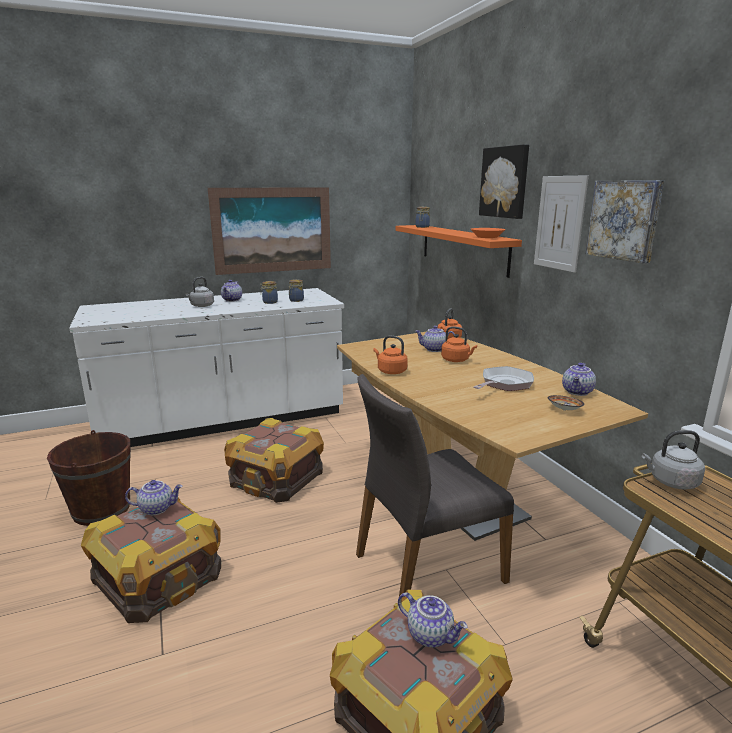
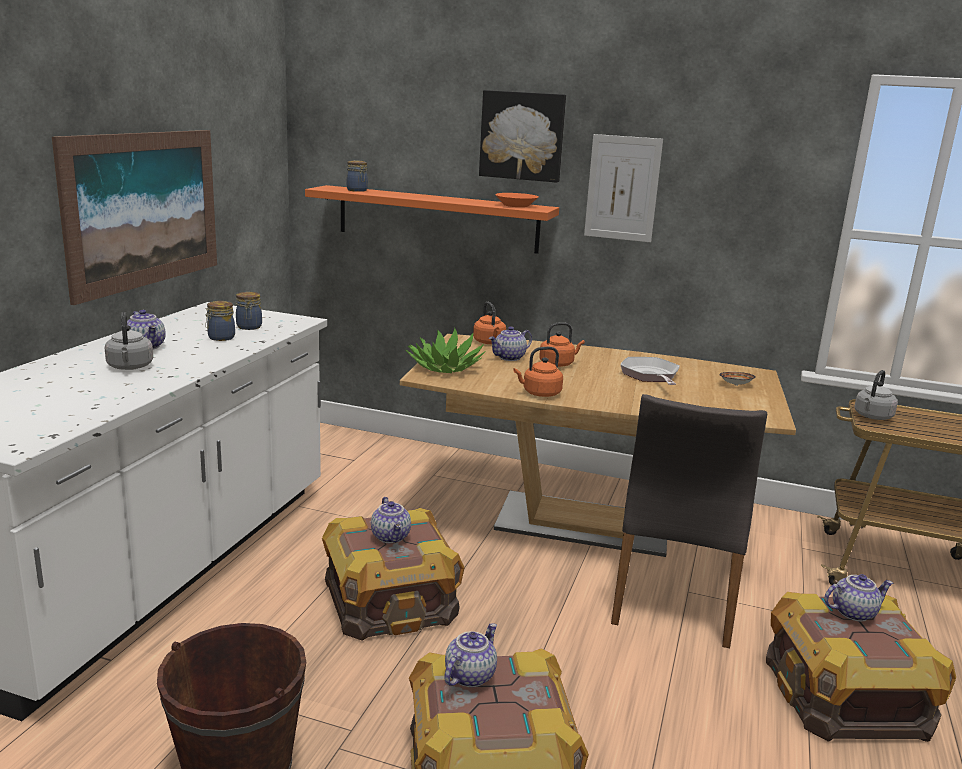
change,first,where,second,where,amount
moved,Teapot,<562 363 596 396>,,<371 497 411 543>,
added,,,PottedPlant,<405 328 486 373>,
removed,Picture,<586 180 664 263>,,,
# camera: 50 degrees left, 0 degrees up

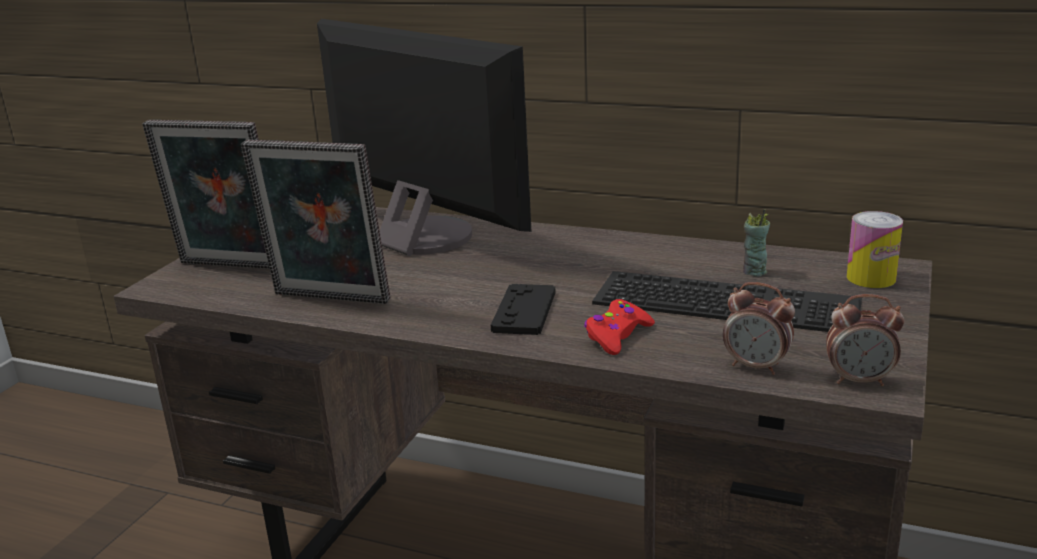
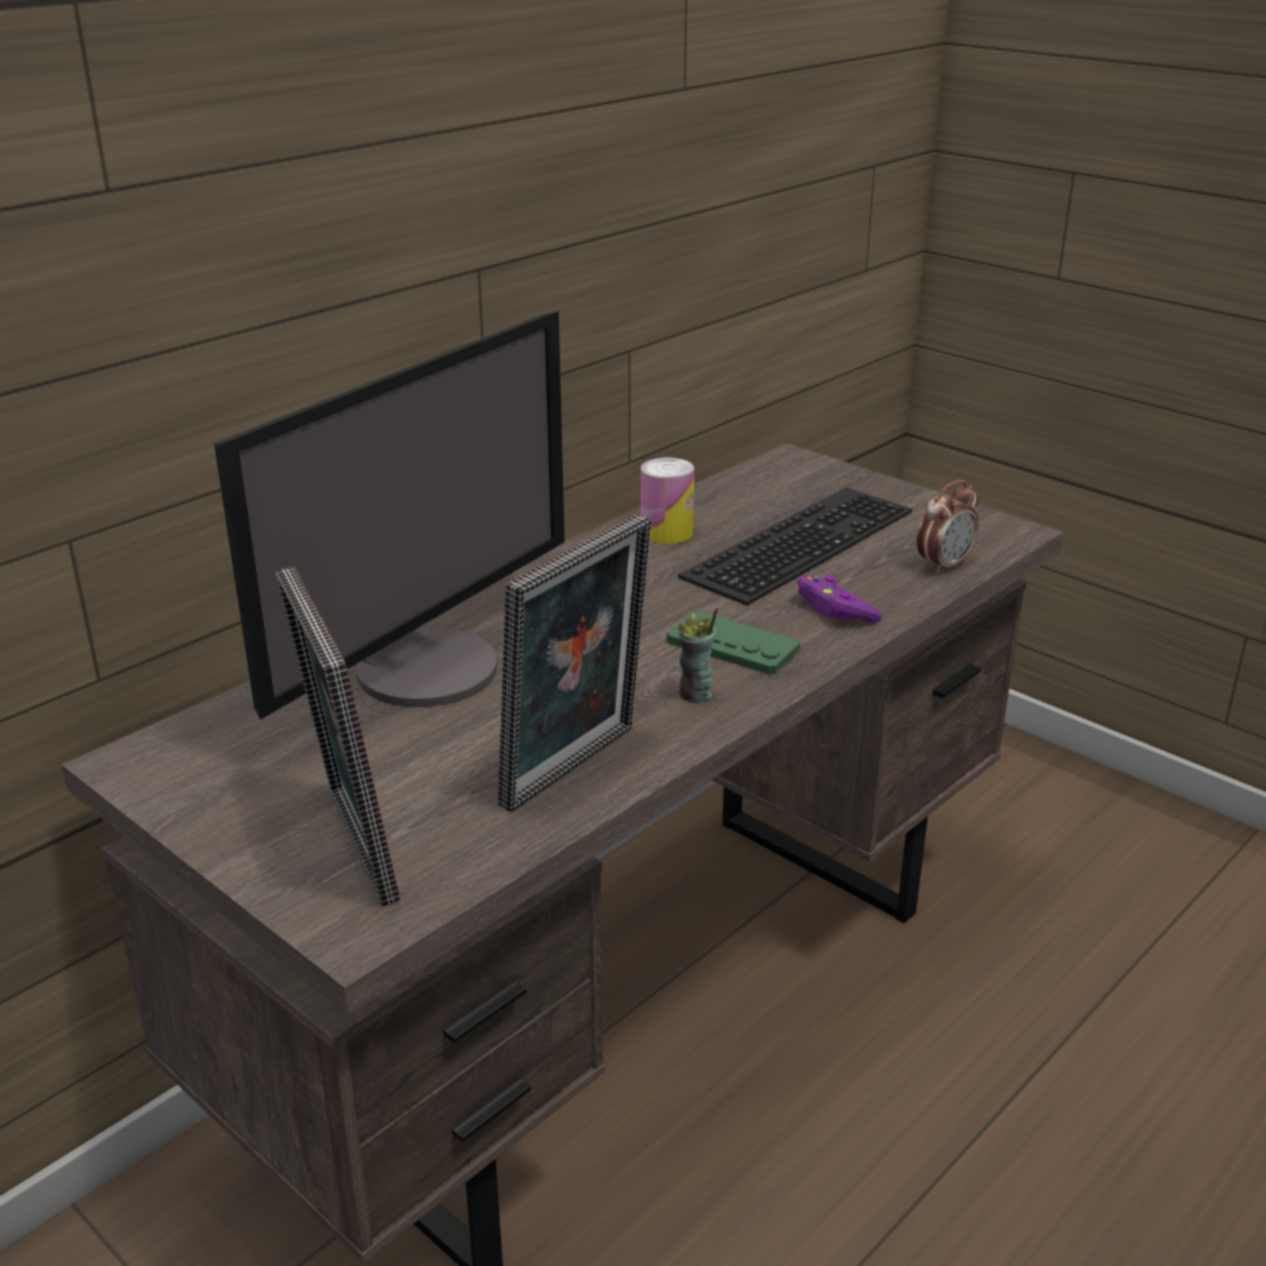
change,first,where,second,where,amount
turned,Monitor,<317 19 532 256>,,<214 311 565 720>,150 degrees clockwise
turned,PictureFrame,<142 120 270 269>,,<276 566 400 906>,120 degrees clockwise
moved,Can,<847 211 903 288>,,<641 458 694 544>,
recoloured,BlackGameController,<491 284 556 335>,GreenGameController,<667 611 801 675>,
moved,Cup,<743 209 770 276>,,<679 607 718 703>,
recoloured,RedGameController,<584 299 655 355>,PurpleGameController,<797 575 882 623>,
removed,AlarmClock,<826 294 904 386>,,,
# camera: 70 degrees left, 5 degrees up

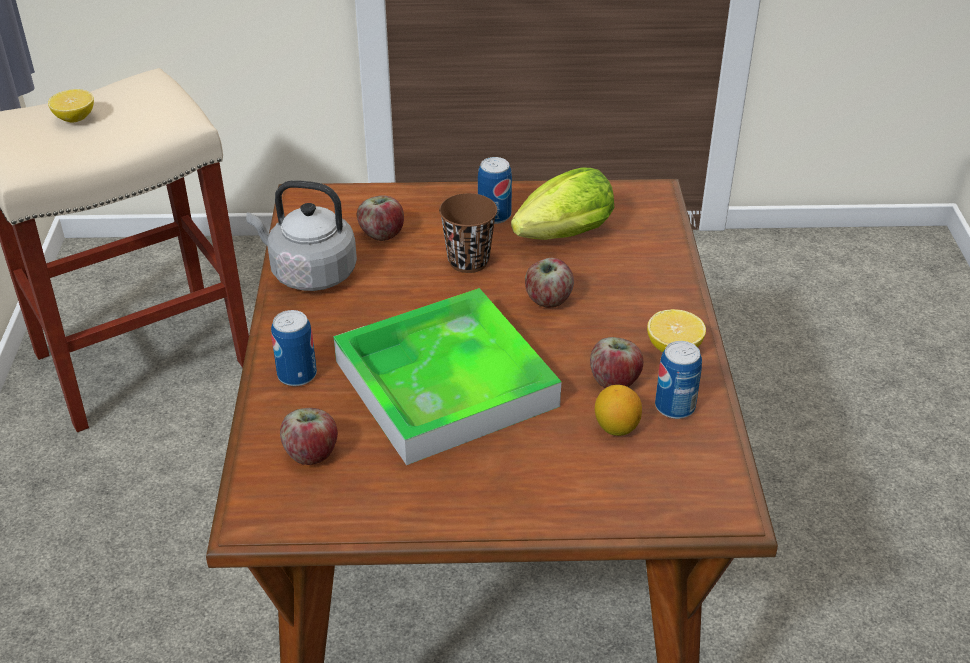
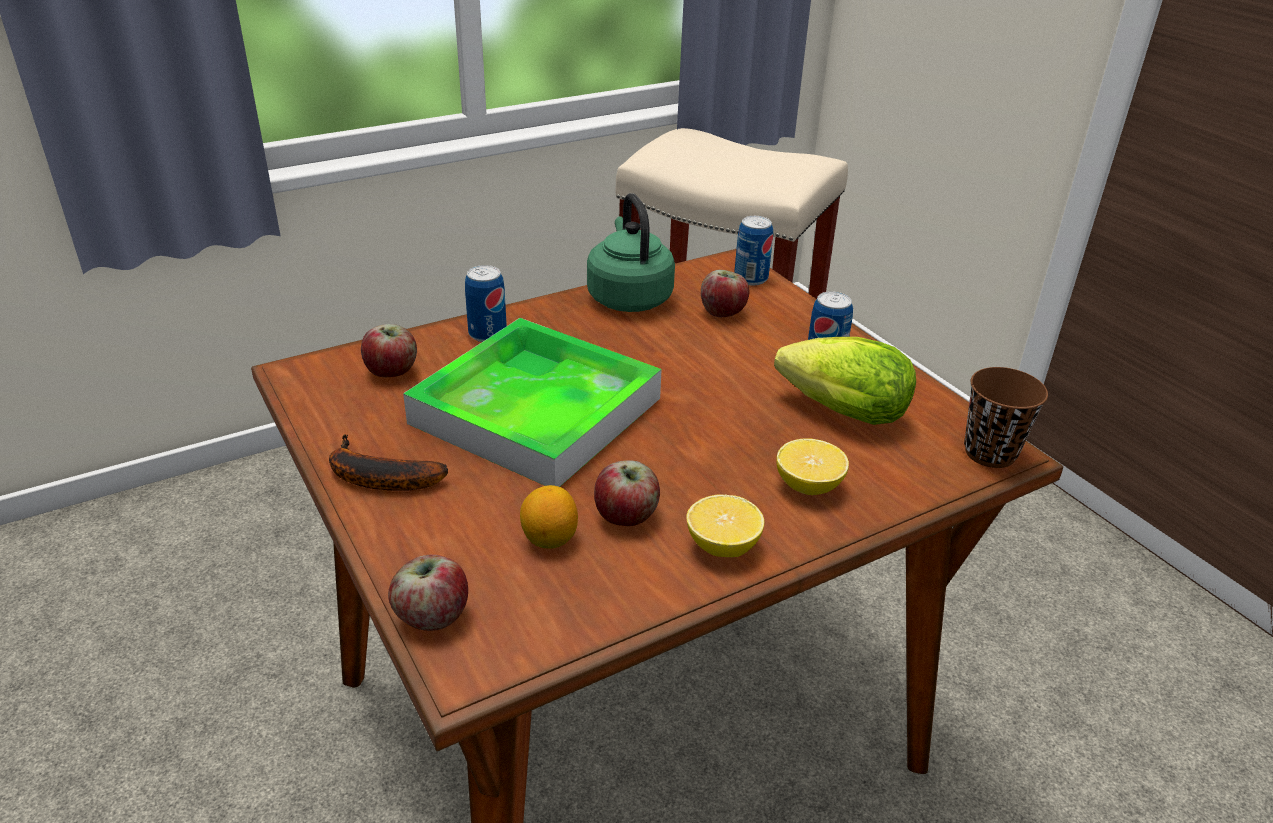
change,first,where,second,where,amount
added,,,Banana,<329 434 448 491>,
moved,Apple,<525 258 574 308>,,<388 554 468 631>,
recoloured,GreyKettle,<246 180 357 291>,GreenKettle,<587 193 675 312>,
moved,Can,<655 341 702 419>,,<734 216 773 285>,
moved,Lemon,<48 89 94 122>,,<776 438 849 495>,
moved,BrownCup,<439 193 497 273>,,<964 367 1048 468>,
# camera: 60 degrees right, 5 degrees down

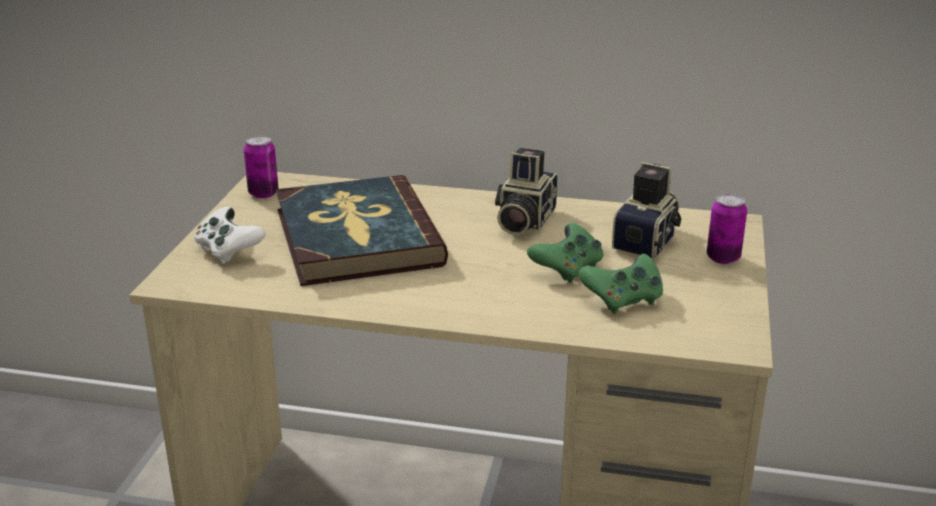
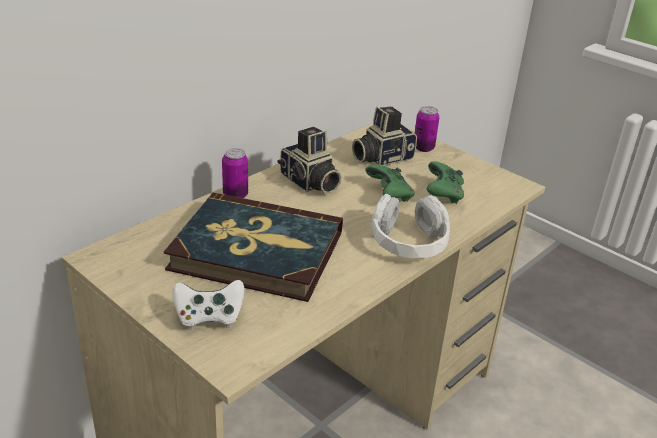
change,first,where,second,where,amount
moved,Can,<244 136 278 198>,,<222 148 248 198>,
turned,PhotoCamera,<612 162 682 258>,,<352 106 417 166>,90 degrees counterclockwise
added,,,WhiteHeadphones,<371 194 450 258>,
# camera: 60 degrees left, 5 degrees up

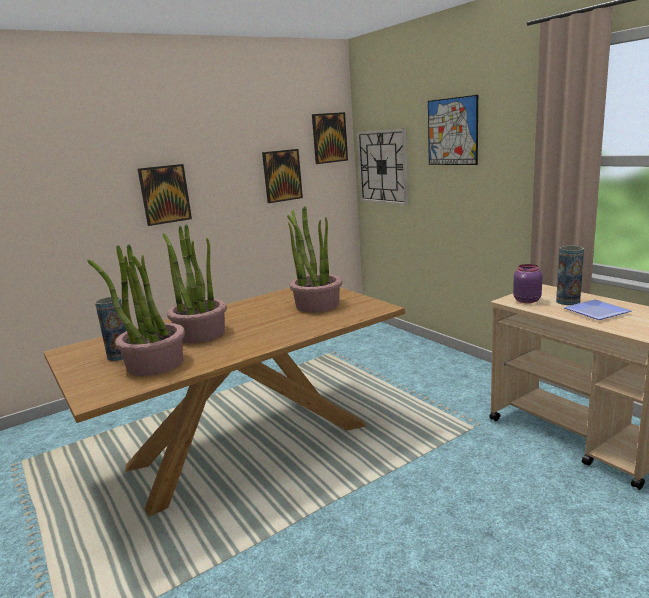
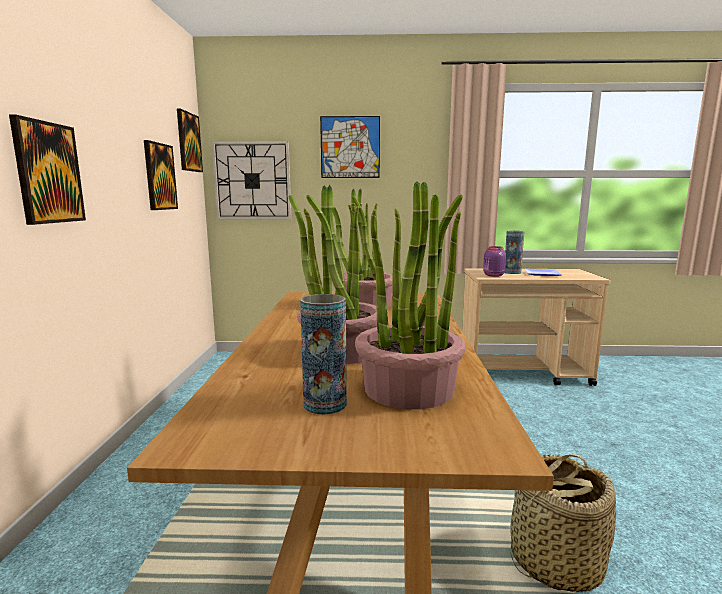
change,first,where,second,where,amount
added,,,Basket,<510 454 616 592>,
# camera: 55 degrees left, 5 degrees down

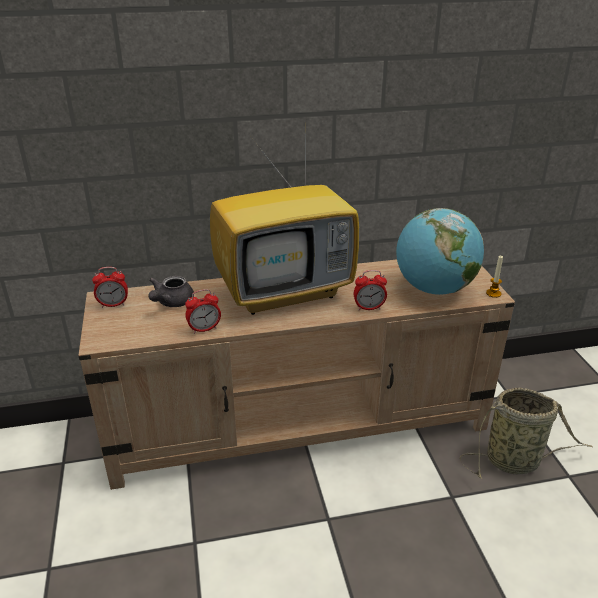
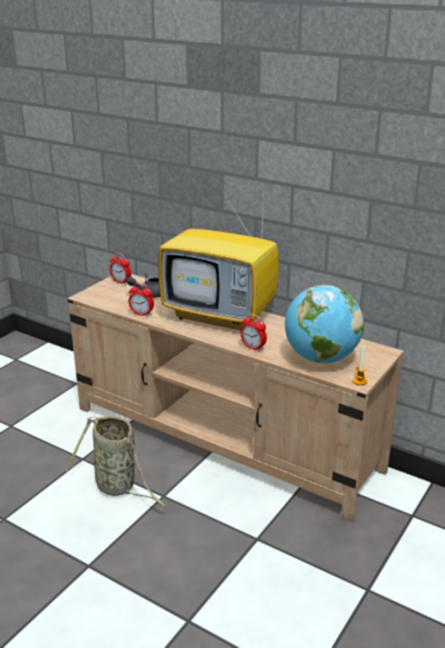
change,first,where,second,where,amount
moved,Basket,<459 387 593 478>,,<66 416 168 507>,
# camera: 45 degrees right, 5 degrees down

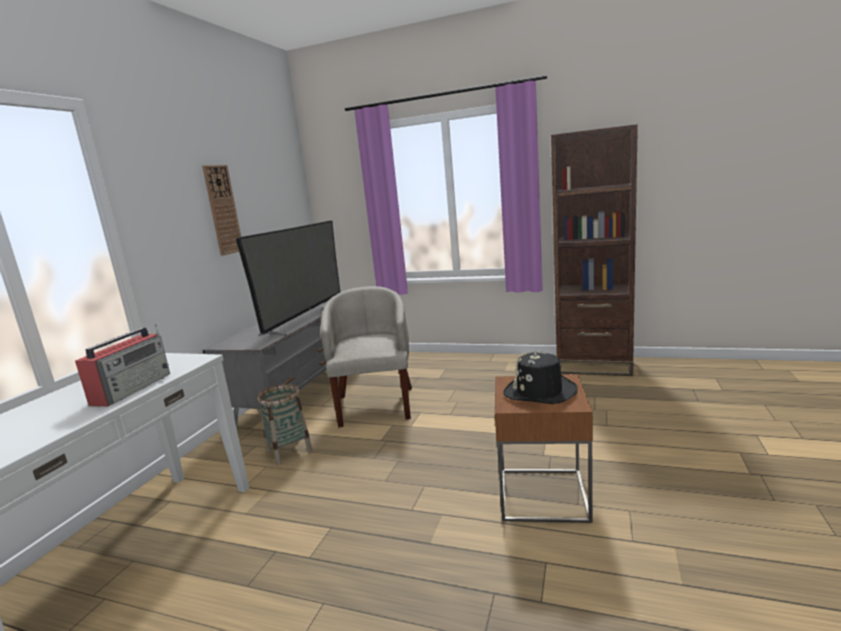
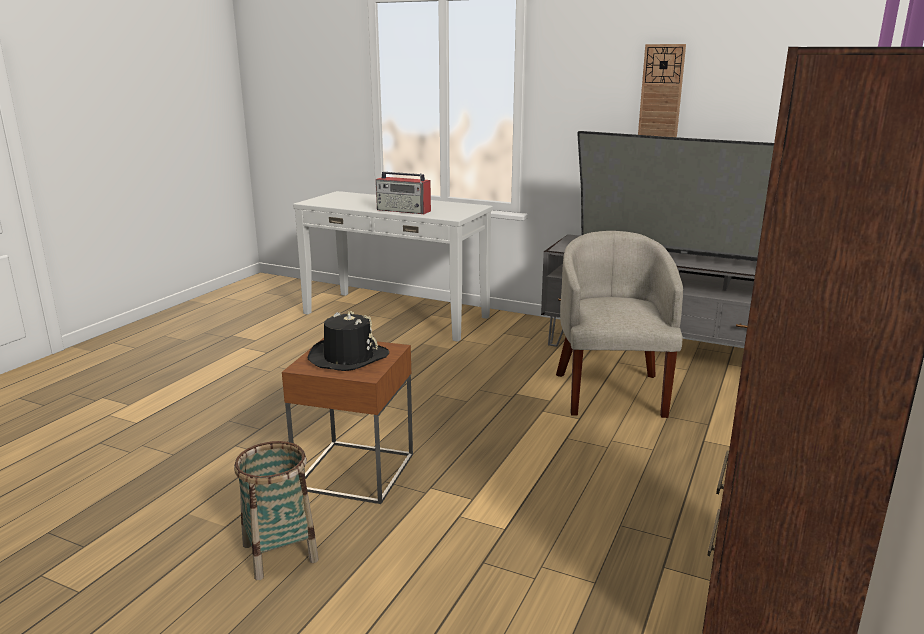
change,first,where,second,where,amount
moved,Basket,<257 384 313 465>,,<234 441 318 580>,
turned,BeigeArmchair,<320 286 412 427>,,<556 231 683 418>,90 degrees counterclockwise
# camera: 95 degrees right, 5 degrees up

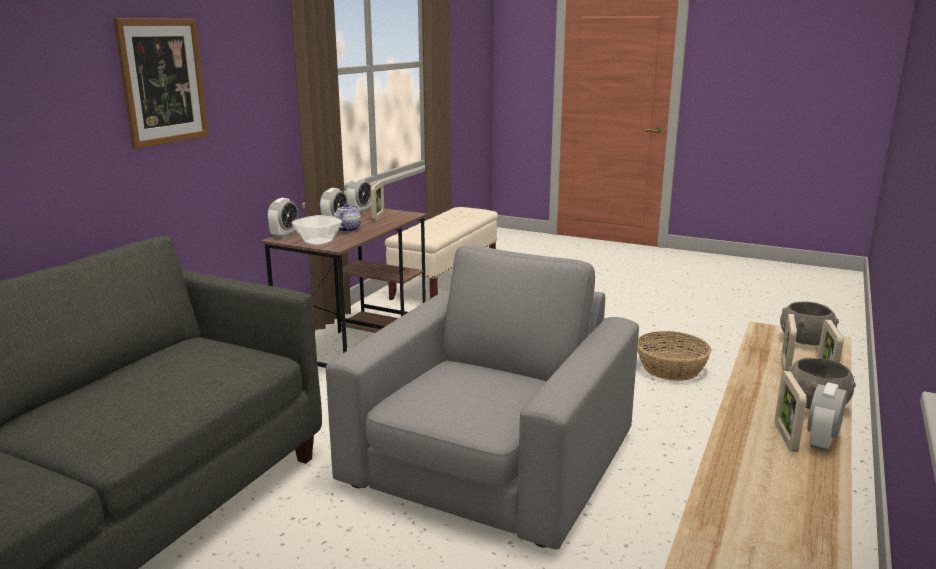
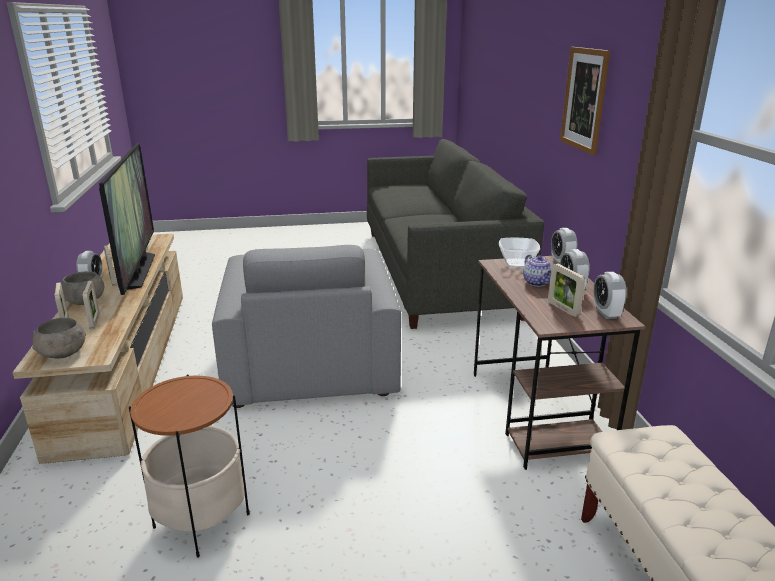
change,first,where,second,where,amount
added,,,Television,<99 143 155 295>,
replaced,Basket,<638 331 711 381>,SideTable,<129 374 250 558>,
# camera: 145 degrees right, 5 degrees up

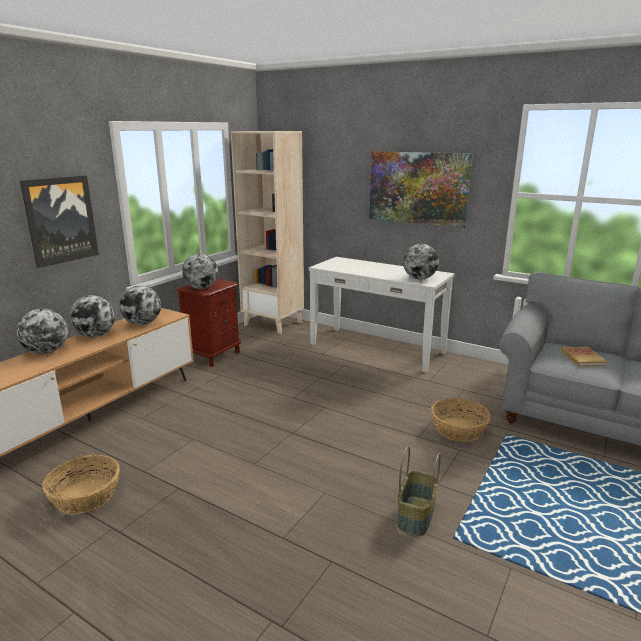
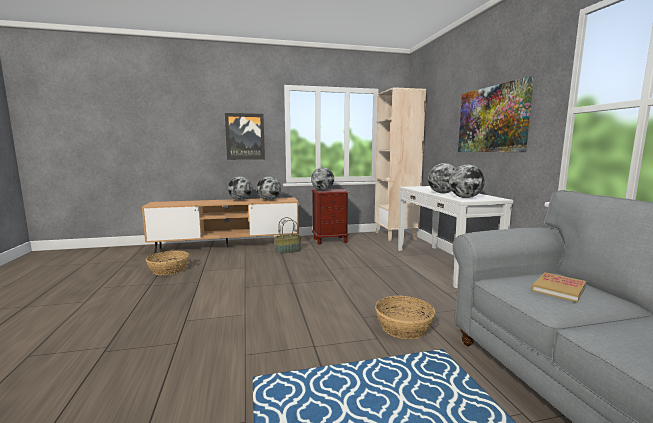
change,first,where,second,where,amount
moved,Basket,<397 446 441 536>,,<274 217 301 254>,
moved,Globe,<17 309 68 354>,,<428 163 456 193>,
# camera: 45 degrees right, 10 degrees down

